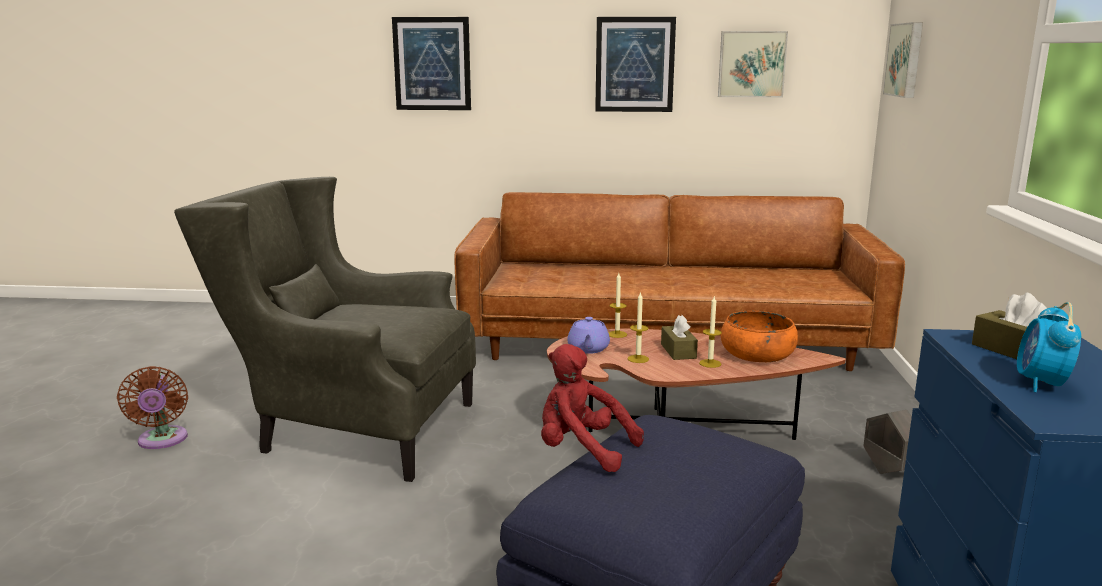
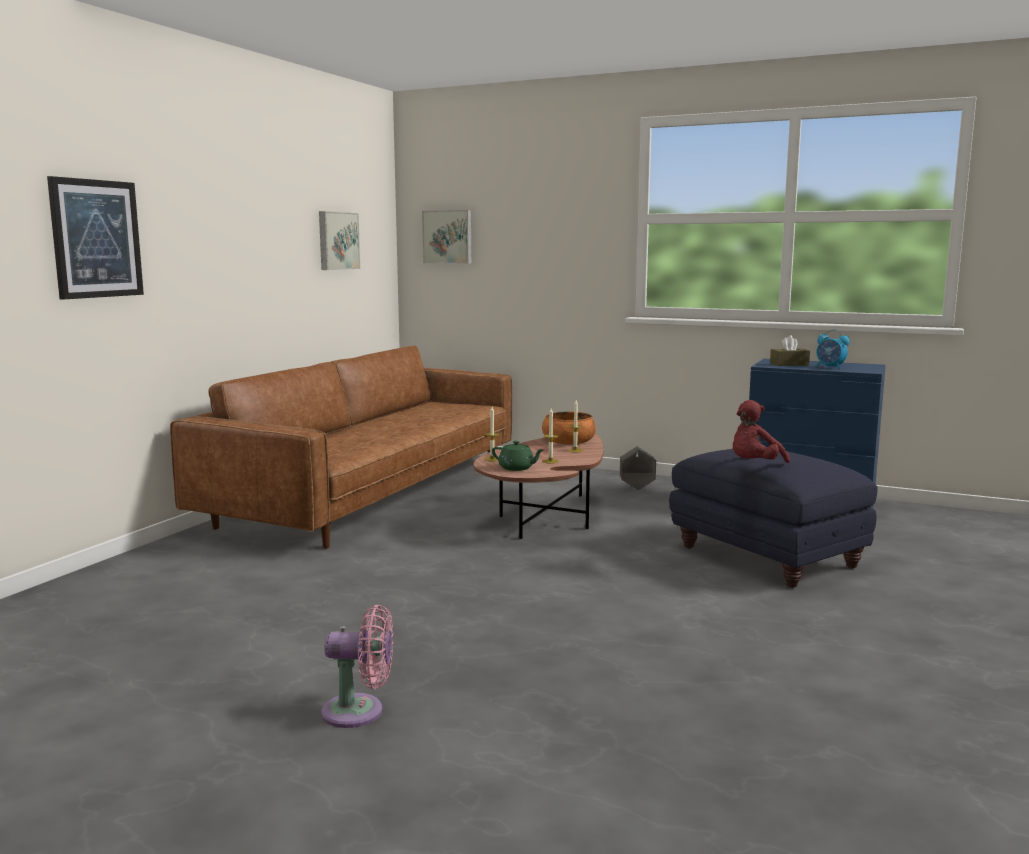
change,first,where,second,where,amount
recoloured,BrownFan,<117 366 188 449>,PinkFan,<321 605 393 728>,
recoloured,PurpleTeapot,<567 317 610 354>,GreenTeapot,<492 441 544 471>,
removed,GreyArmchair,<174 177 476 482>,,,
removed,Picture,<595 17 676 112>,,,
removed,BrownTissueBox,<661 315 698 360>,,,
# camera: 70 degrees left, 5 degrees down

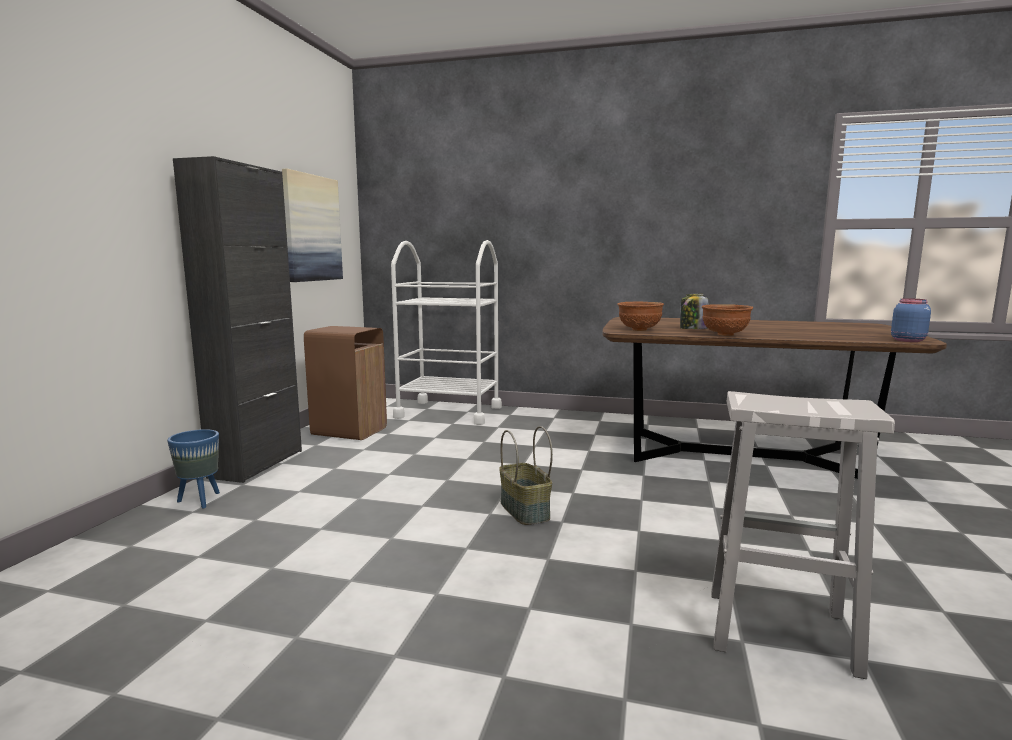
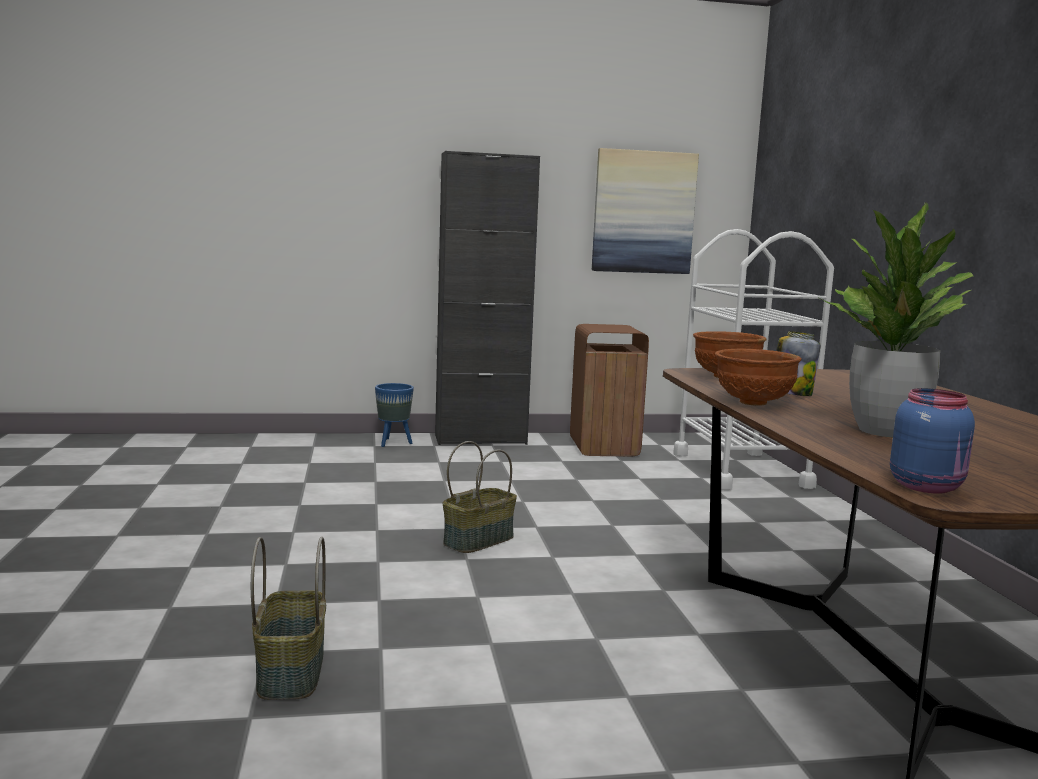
change,first,where,second,where,amount
replaced,WhiteStool,<711 391 895 679>,Basket,<251 537 326 700>,
added,,,PottedPlant,<817 203 973 438>,
# camera: 65 degrees right, 0 degrees up

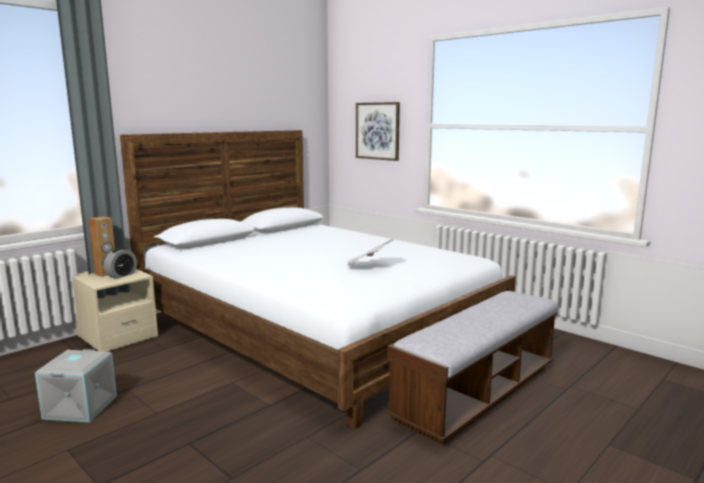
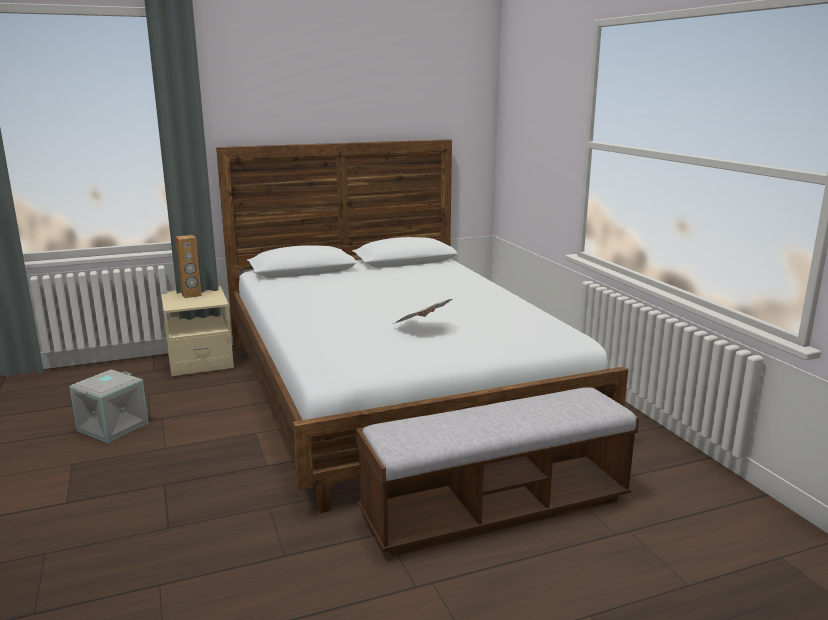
change,first,where,second,where,amount
removed,AlarmClock,<104 247 137 279>,,,
removed,Picture,<356 102 400 161>,,,
# camera: 25 degrees right, 5 degrees up

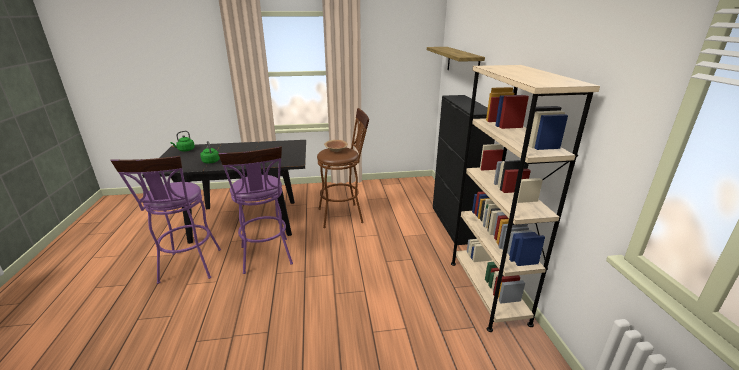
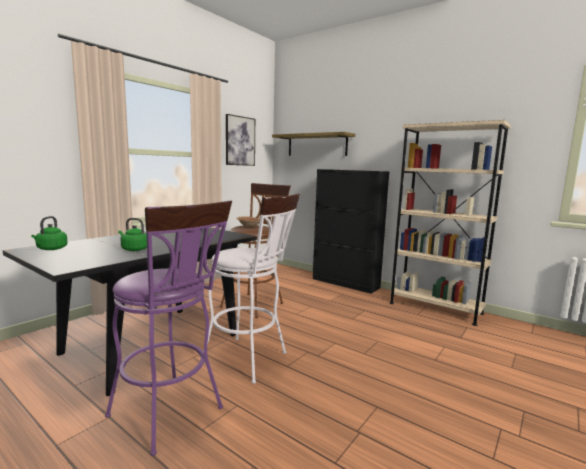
change,first,where,second,where,amount
recoloured,PurpleStool,<218 146 293 274>,WhiteStool,<203 193 300 384>,
added,,,Picture,<226 114 255 166>,
# camera: 45 degrees left, 15 degrees down

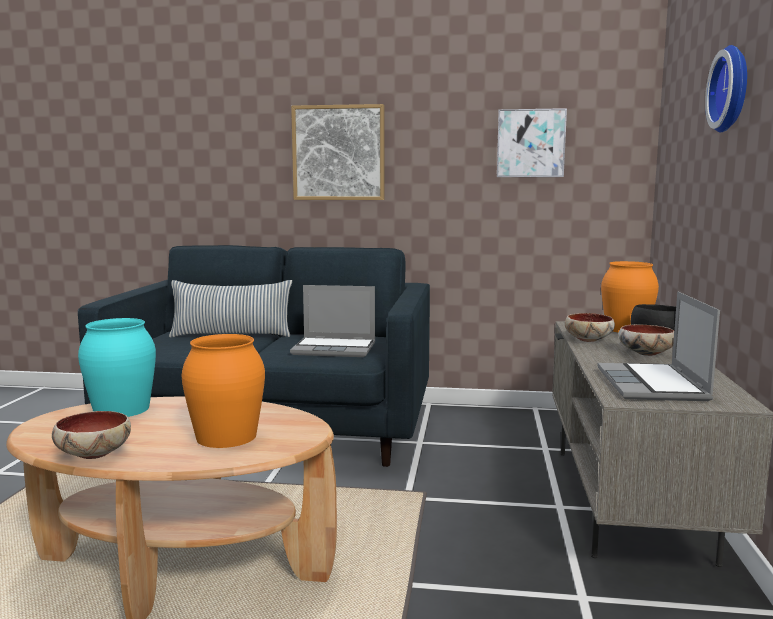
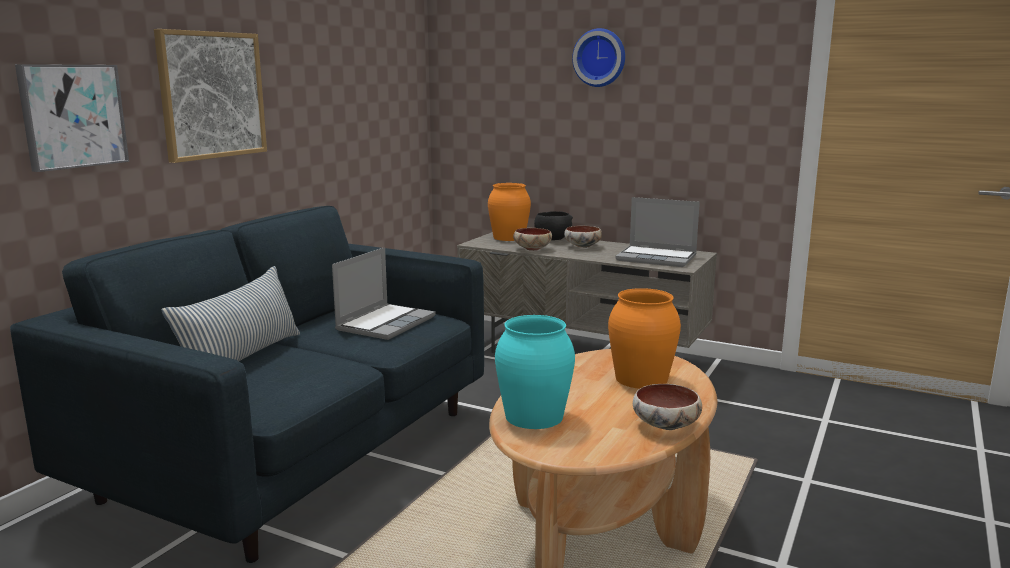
change,first,where,second,where,amount
moved,Picture,<497 108 567 177>,,<15 64 129 172>,
# camera: 70 degrees left, 5 degrees up

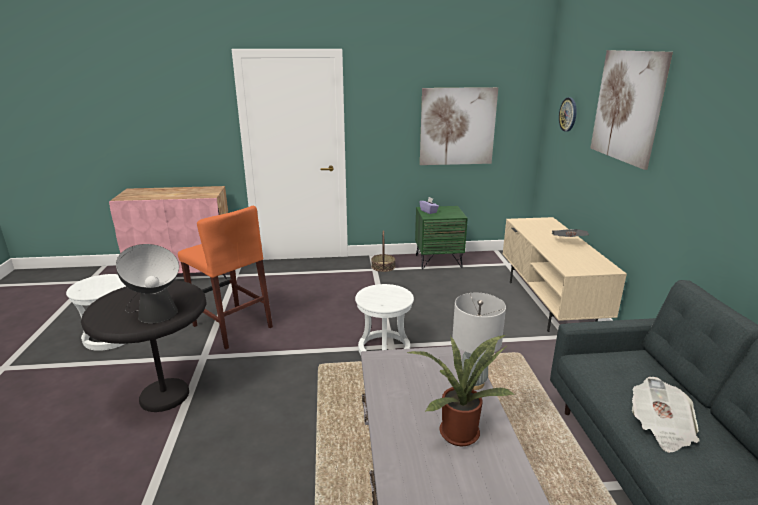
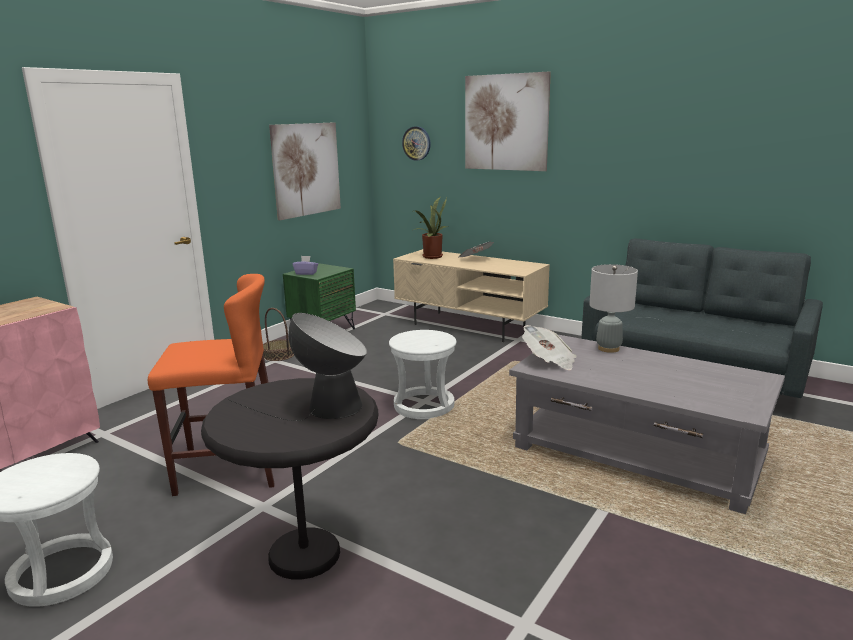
change,first,where,second,where,amount
moved,PottedPlant,<407 335 514 446>,,<413 197 447 259>,
moved,Newspaper,<632 377 699 453>,,<522 325 576 370>,
# camera: 50 degrees left, 5 degrees down

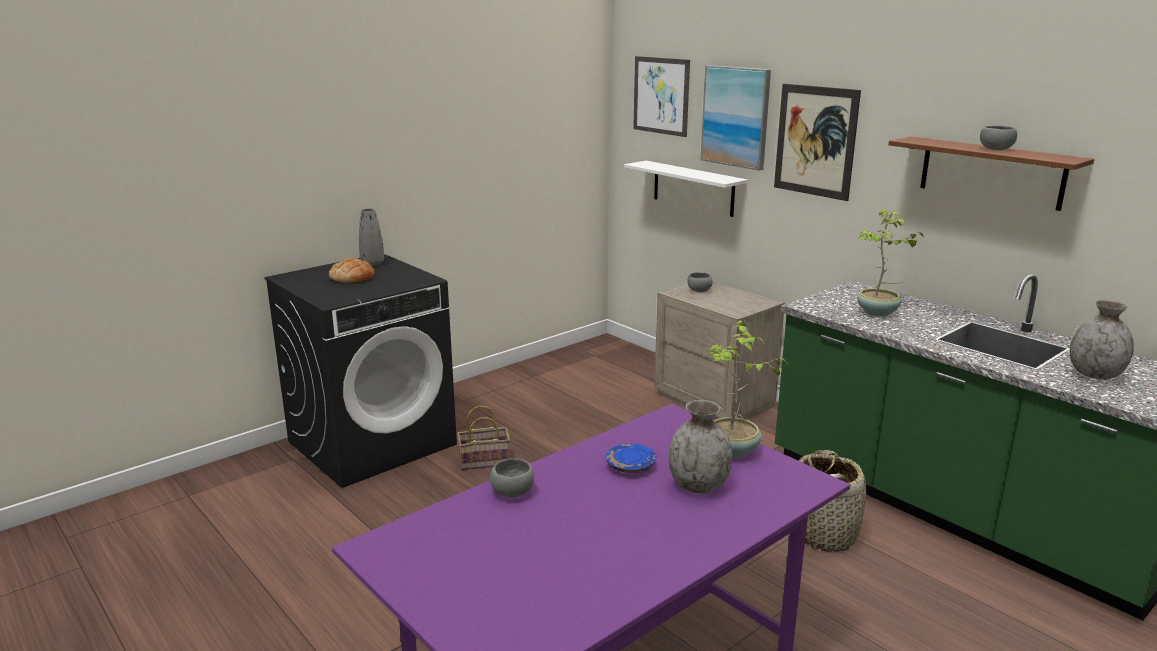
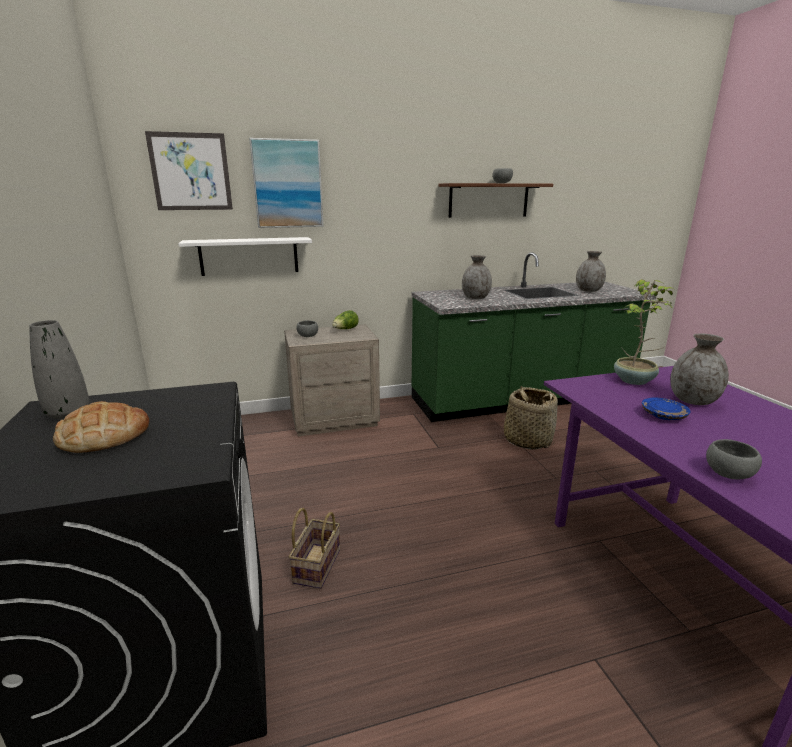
change,first,where,second,where,amount
added,,,Lettuce,<332 310 359 329>,
replaced,PottedPlant,<857 209 924 317>,GreyVase,<462 255 492 299>,
removed,Picture,<774 84 861 201>,,,
# camera: 65 degrees left, 0 degrees up

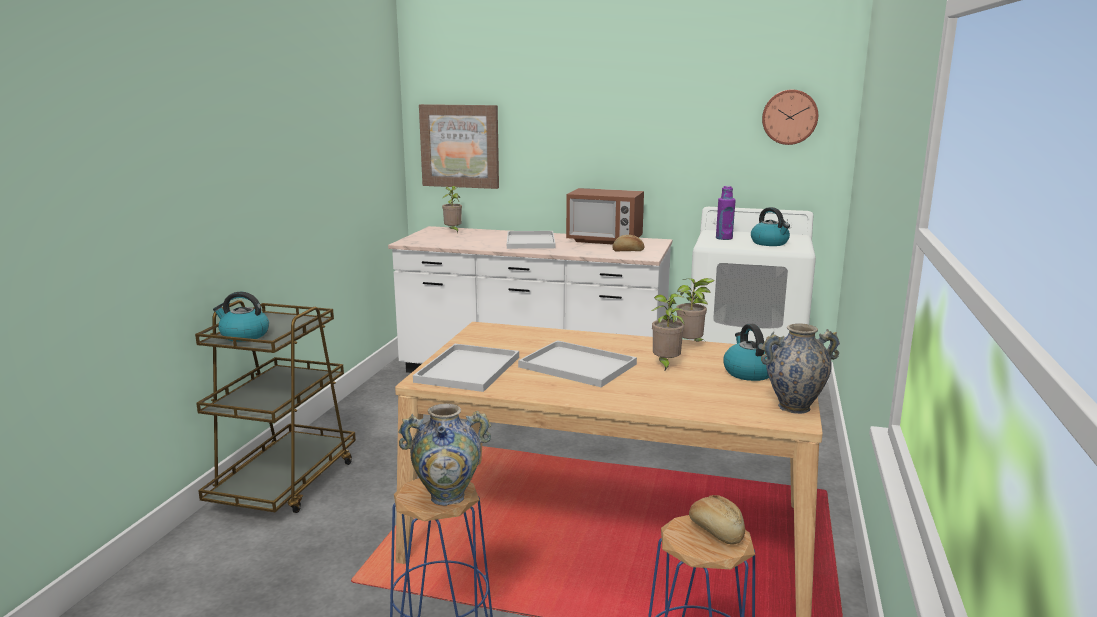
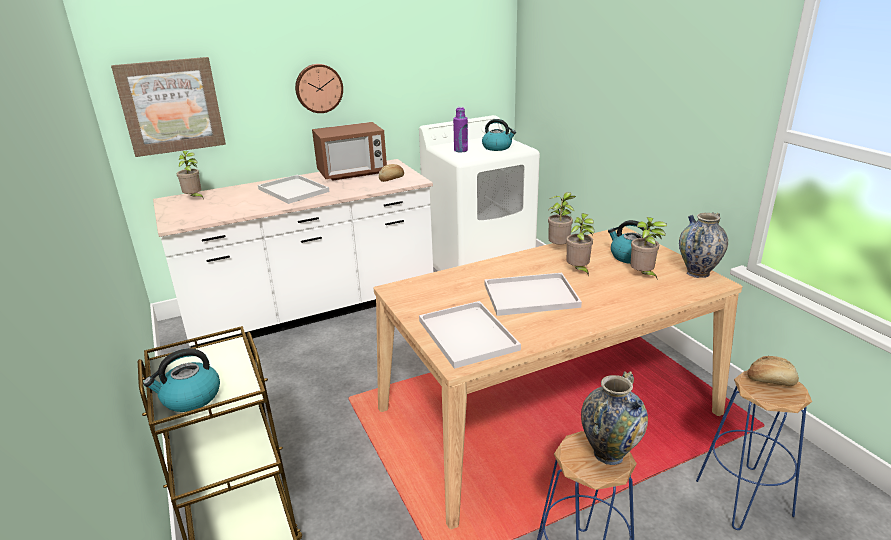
change,first,where,second,where,amount
moved,WallClock,<762 89 818 145>,,<295 64 343 113>,
added,,,PottedPlant,<630 217 667 280>,
# camera: 40 degrees left, 10 degrees up

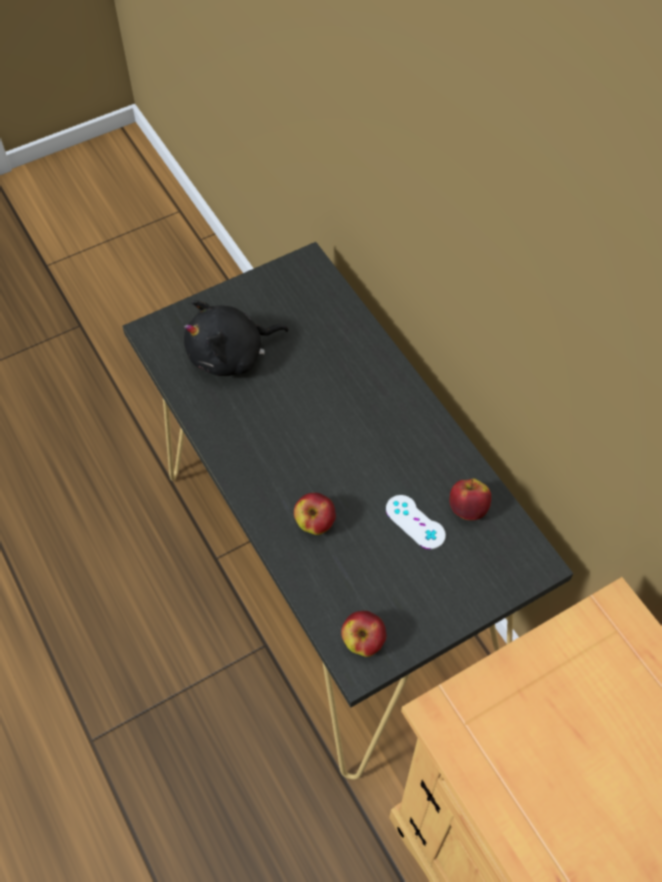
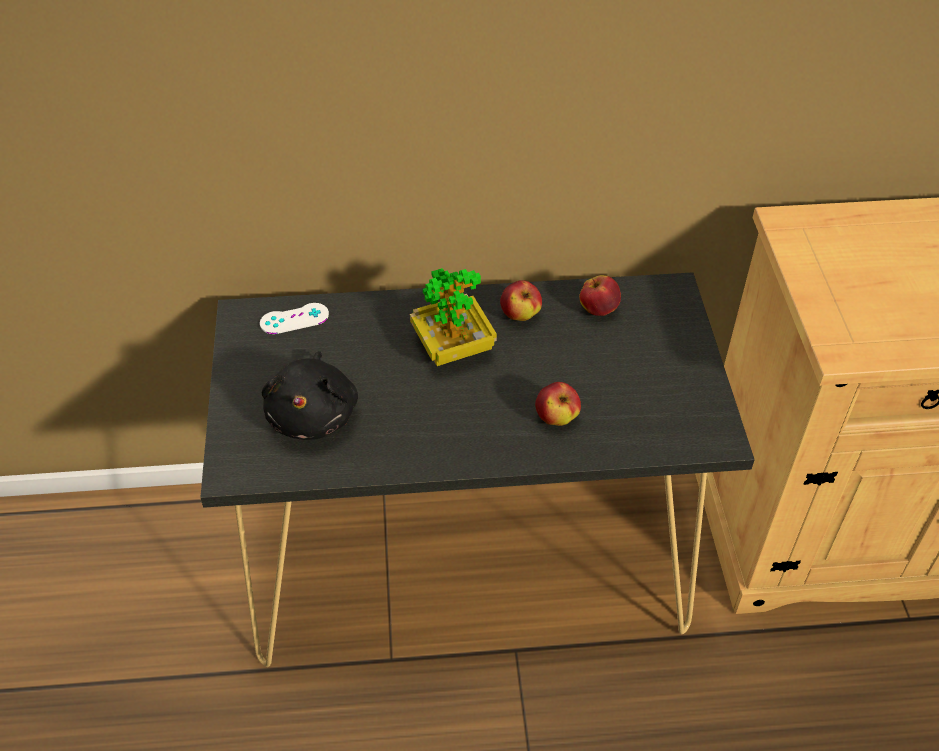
change,first,where,second,where,amount
moved,WhiteGameController,<386 495 446 549>,,<260 303 329 334>,
added,,,PottedPlant,<410 268 497 366>,
moved,Apple,<341 611 387 657>,,<500 280 542 321>,
# camera: 65 degrees left, 10 degrees down

